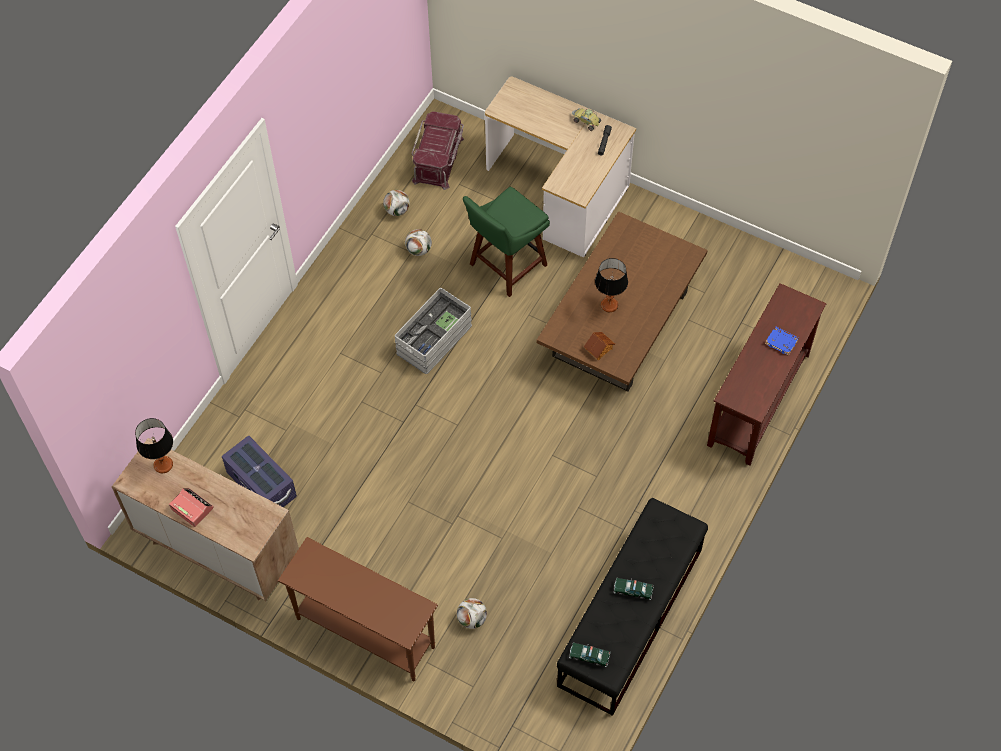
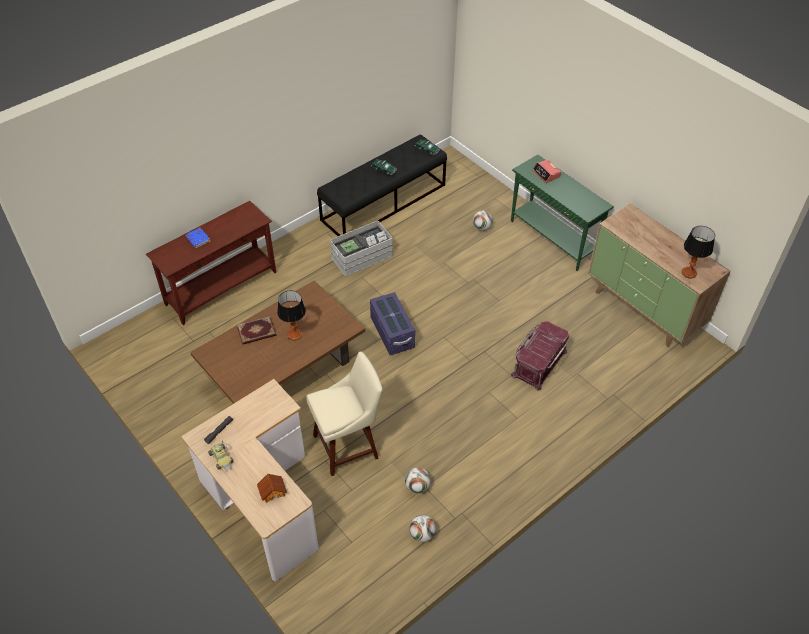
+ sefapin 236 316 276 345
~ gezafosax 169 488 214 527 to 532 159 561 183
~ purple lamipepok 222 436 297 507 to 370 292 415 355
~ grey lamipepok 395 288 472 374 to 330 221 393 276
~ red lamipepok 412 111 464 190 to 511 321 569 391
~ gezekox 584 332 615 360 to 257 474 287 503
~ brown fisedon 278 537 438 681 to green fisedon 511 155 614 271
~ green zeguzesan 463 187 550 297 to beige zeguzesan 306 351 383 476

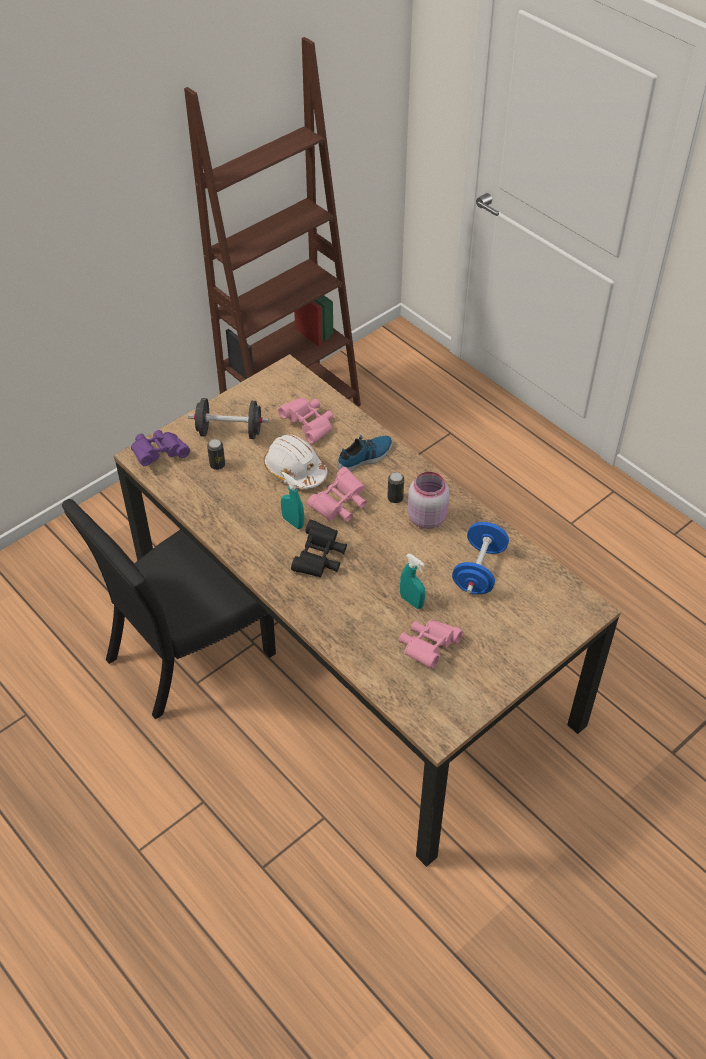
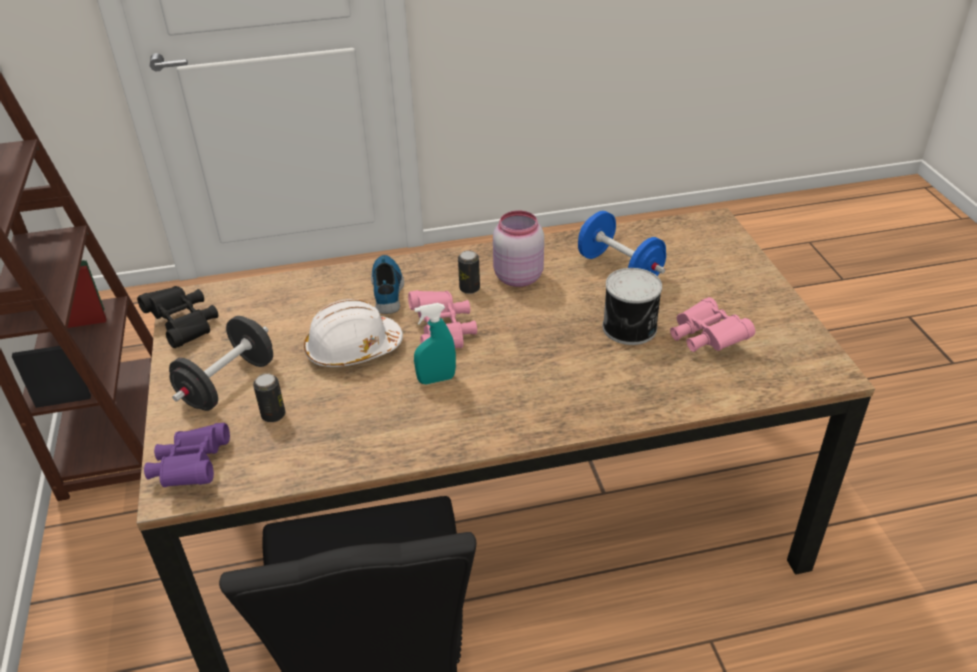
- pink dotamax 278 397 333 444
~ black dotamax 291 520 347 578 to 137 286 218 348
~ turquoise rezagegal 400 553 425 609 to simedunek 603 268 662 345

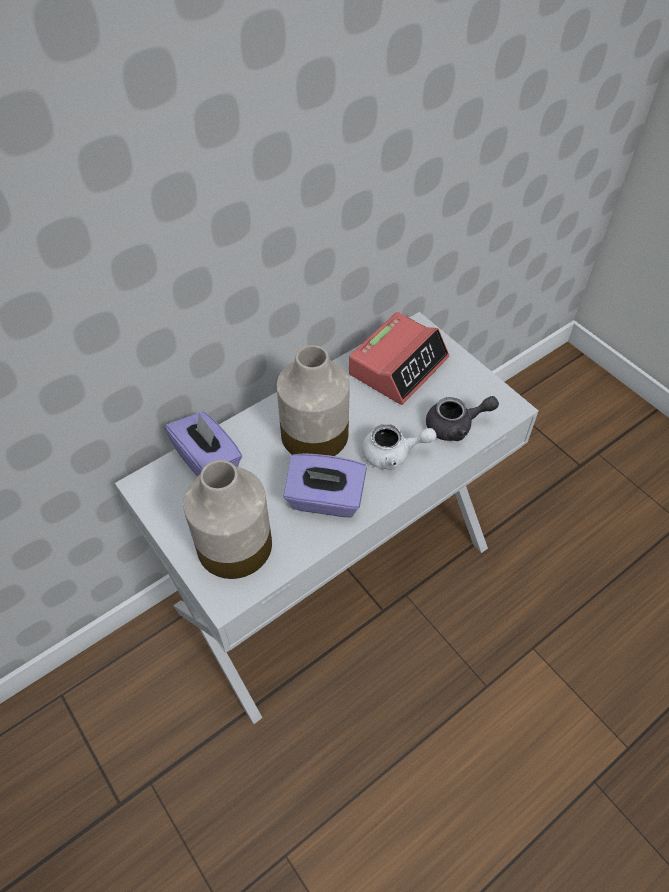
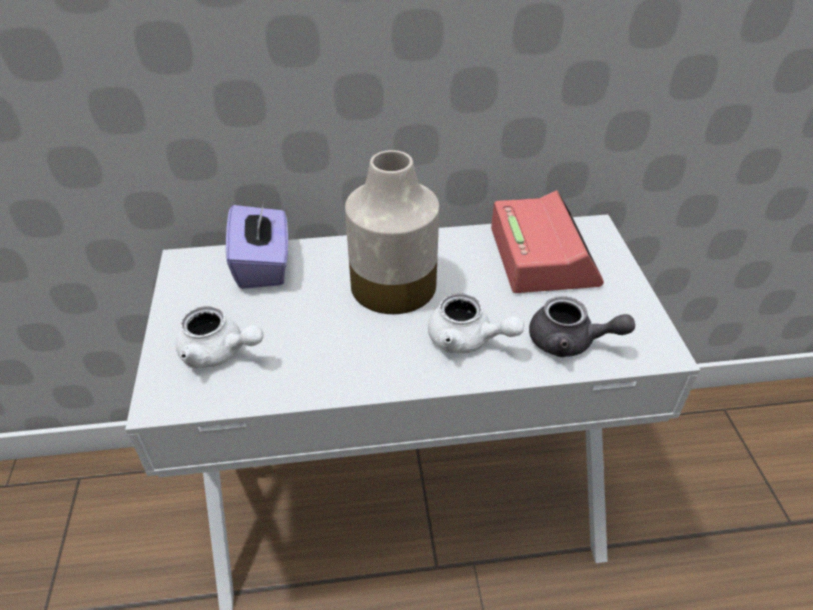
- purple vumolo 284 453 367 518
~ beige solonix 183 460 272 579 to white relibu 176 306 264 368
~ gezafosax 349 312 449 405 = 491 190 604 293 75 degrees counterclockwise

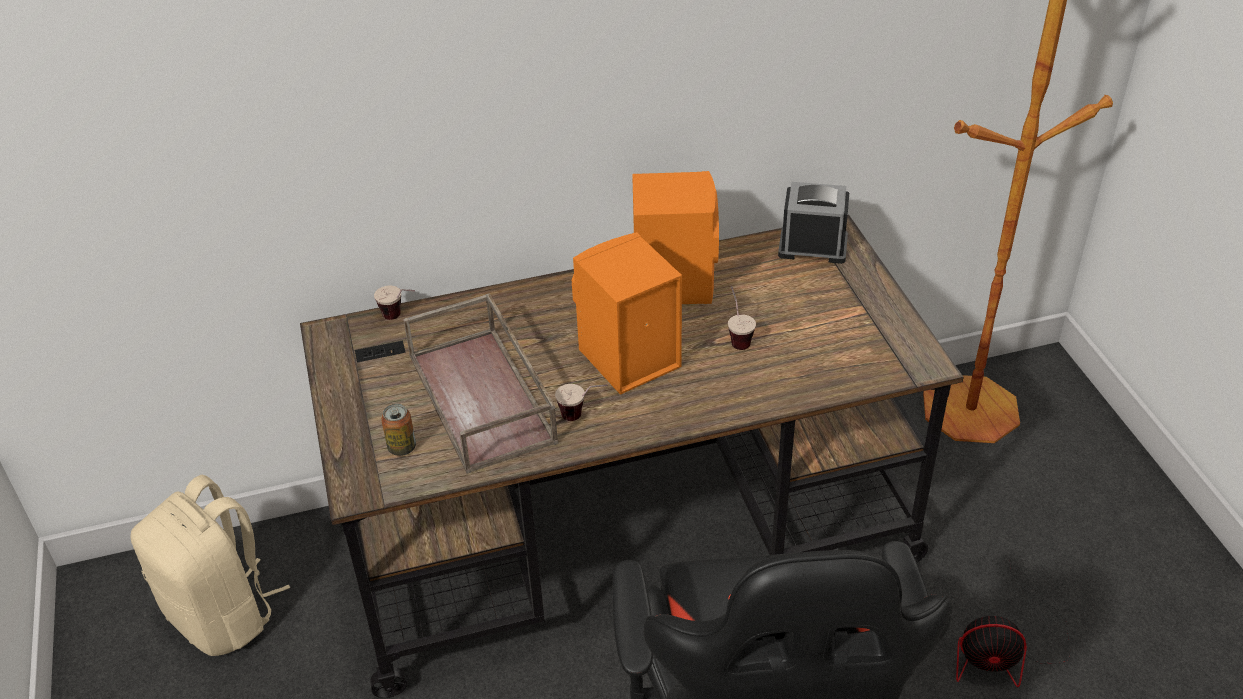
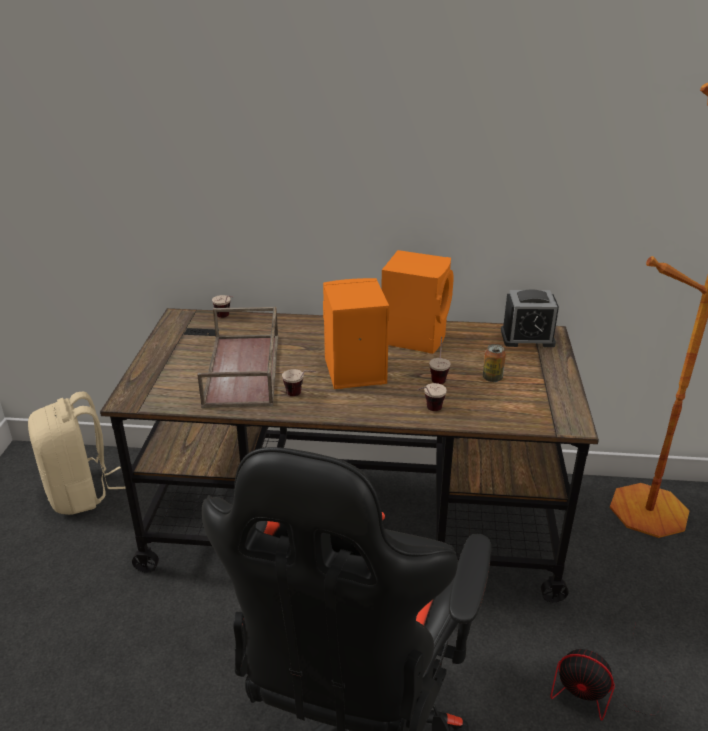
+ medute 418 383 447 411
~ simedunek 381 404 416 456 to 483 344 506 382
~ gezafosax 778 182 849 264 = 501 289 559 347 150 degrees clockwise

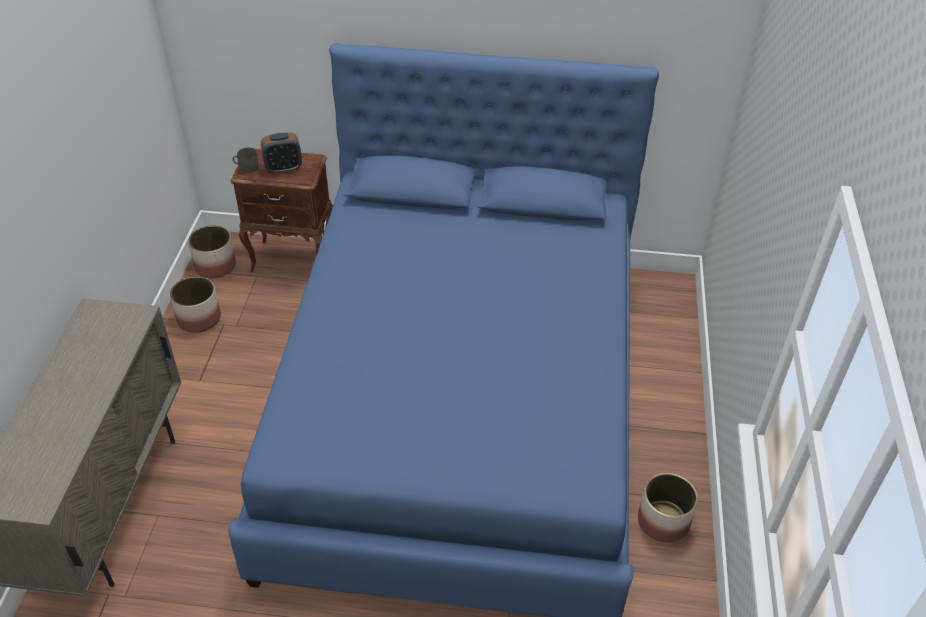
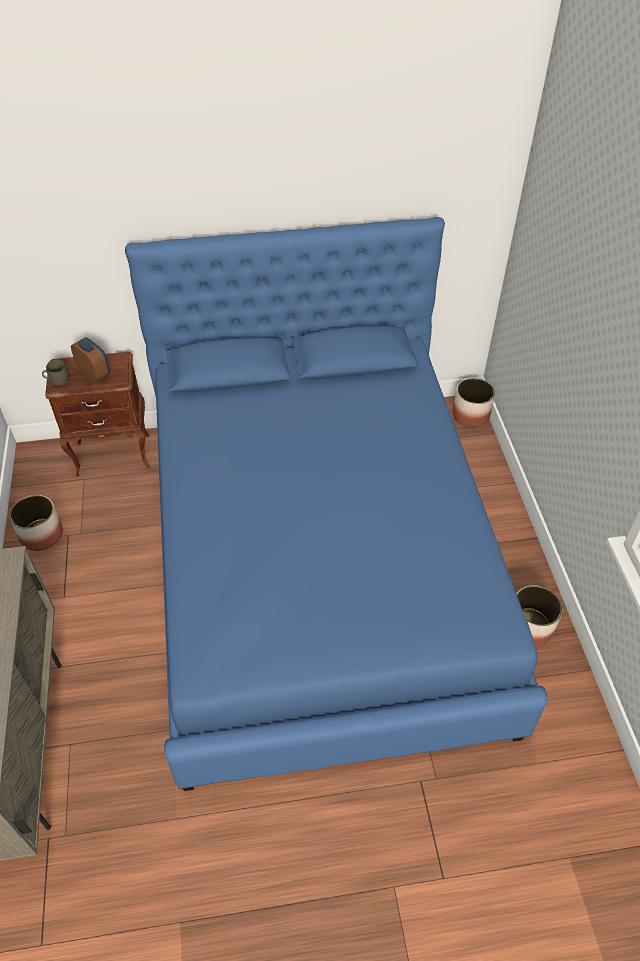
~ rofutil 188 225 236 278 to 452 378 495 427
~ gezafosax 261 133 302 174 = 71 337 110 382 105 degrees counterclockwise

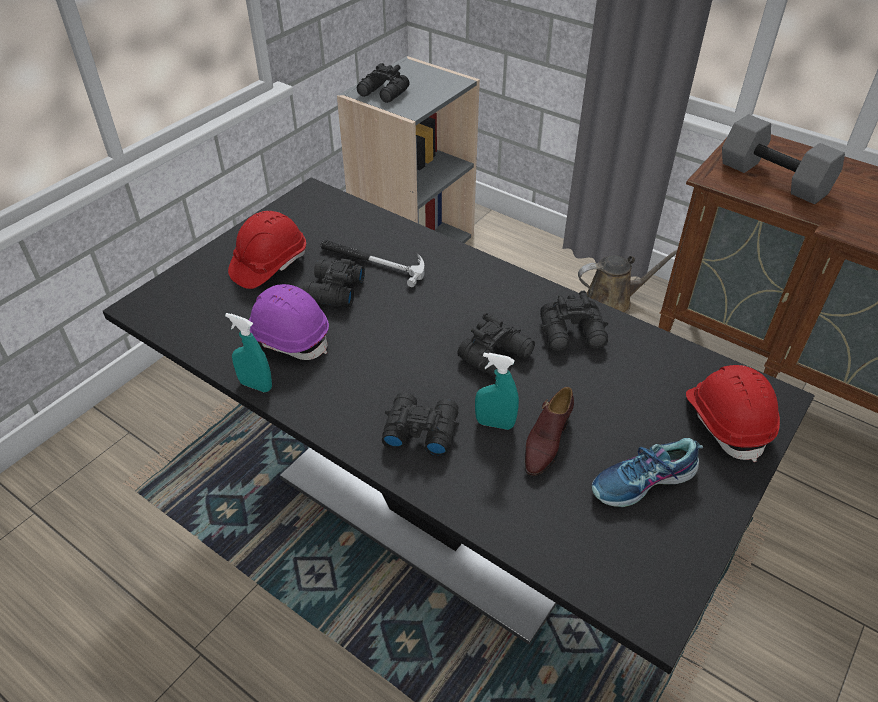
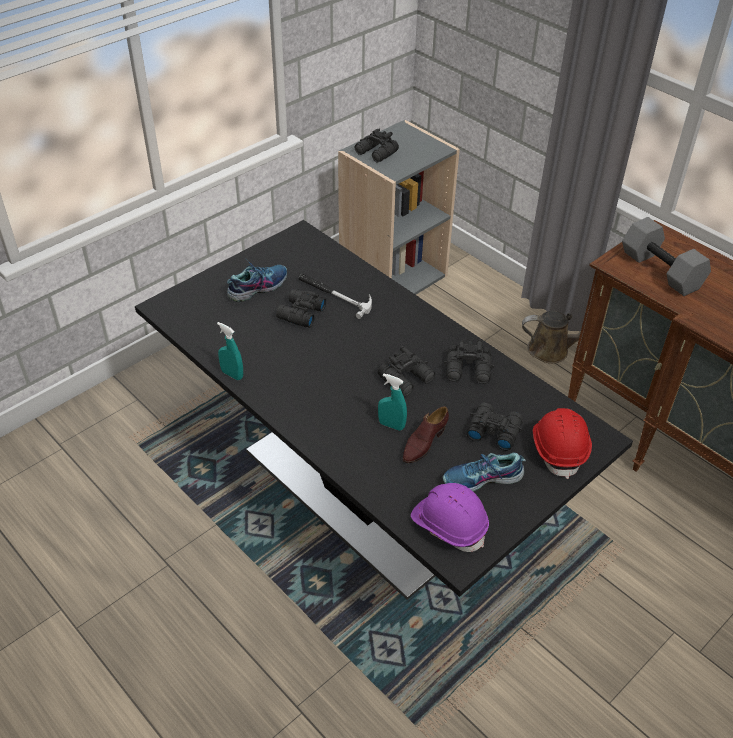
~ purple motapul 249 284 329 360 to 411 483 489 552
~ black dotamax 382 392 459 457 to 467 403 523 451
~ red motapul 228 211 306 289 to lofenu 227 259 287 302

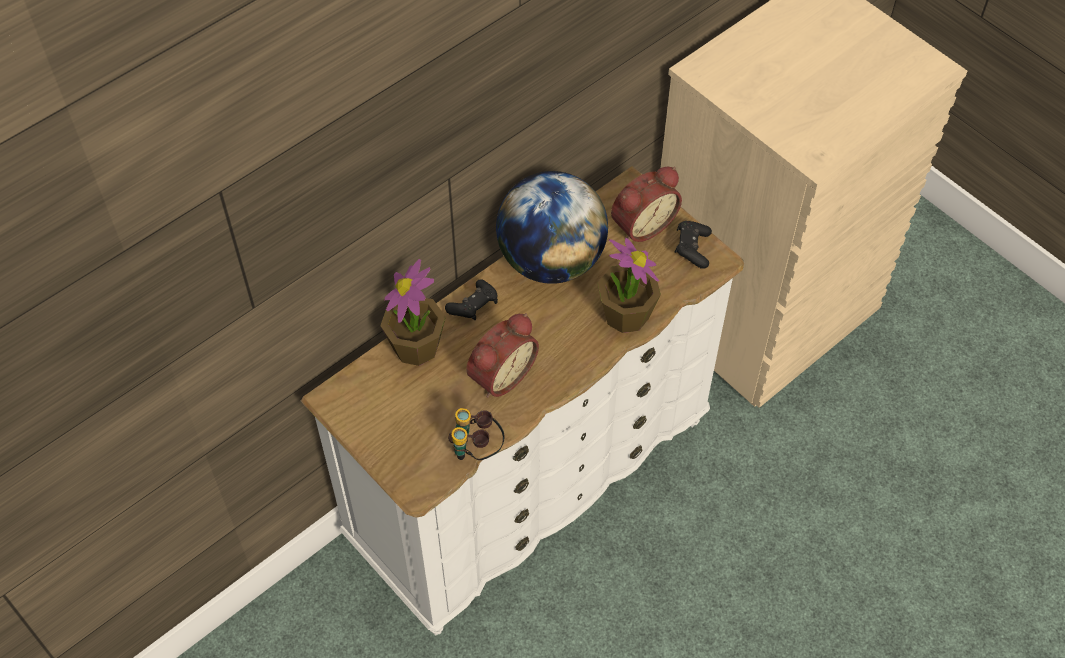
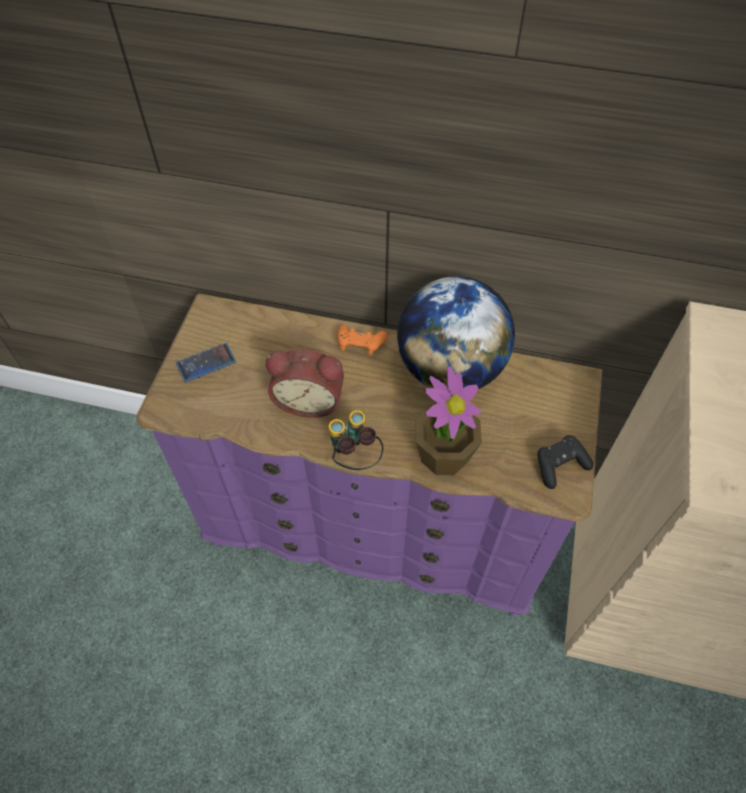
- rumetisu 380 259 446 366
- gezafosax 611 167 682 242
+ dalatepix 176 343 236 382
~ dotamax 448 408 504 460 to 329 410 384 470
~ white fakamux 301 166 744 635 to purple fakamux 136 293 602 616
~ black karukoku 445 279 498 320 to orange karukoku 338 325 387 355

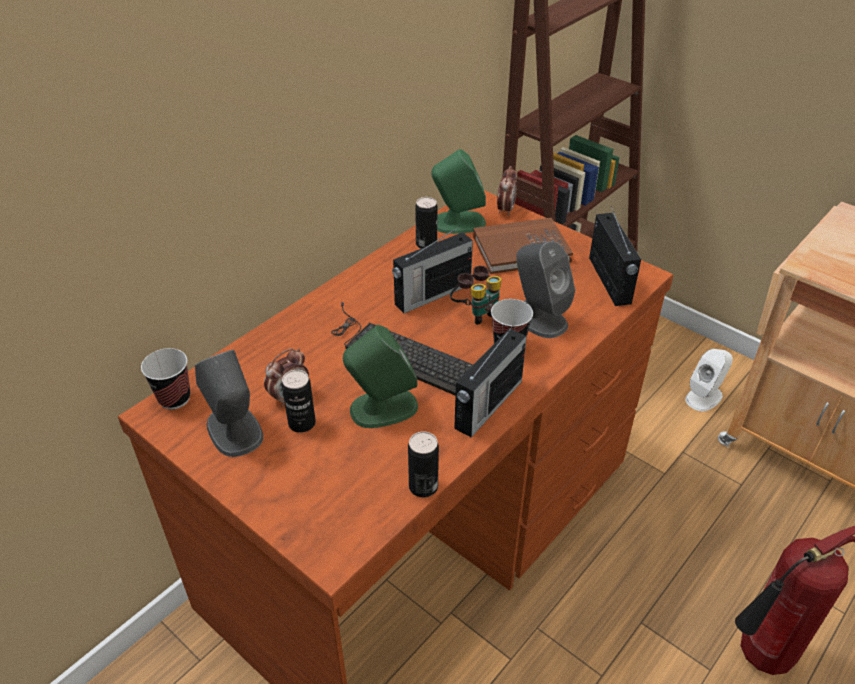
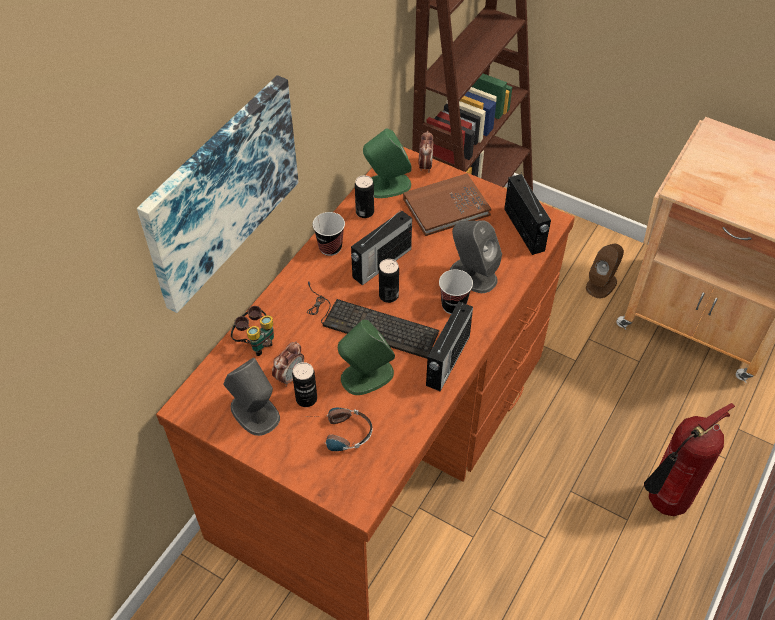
+ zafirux 137 75 298 313
+ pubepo 305 408 373 451
~ medute 141 348 190 409 to 313 212 345 256
~ simedunek 408 431 439 497 to 379 259 399 303
~ dotamax 450 266 502 325 to 231 306 274 356
~ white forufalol 685 349 733 412 to brown forufalol 586 244 624 298

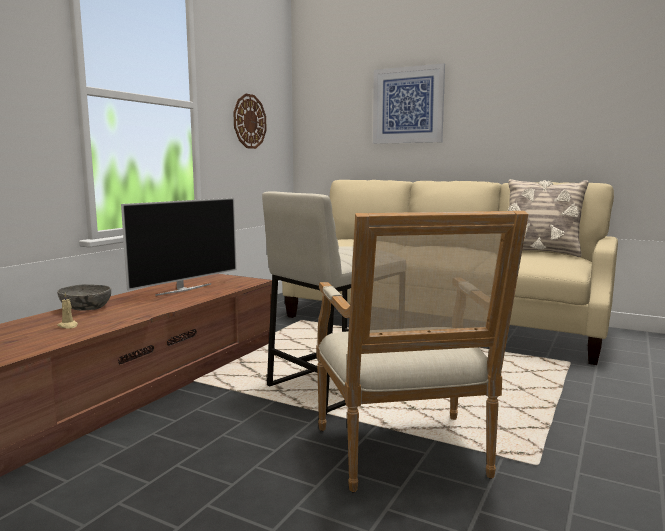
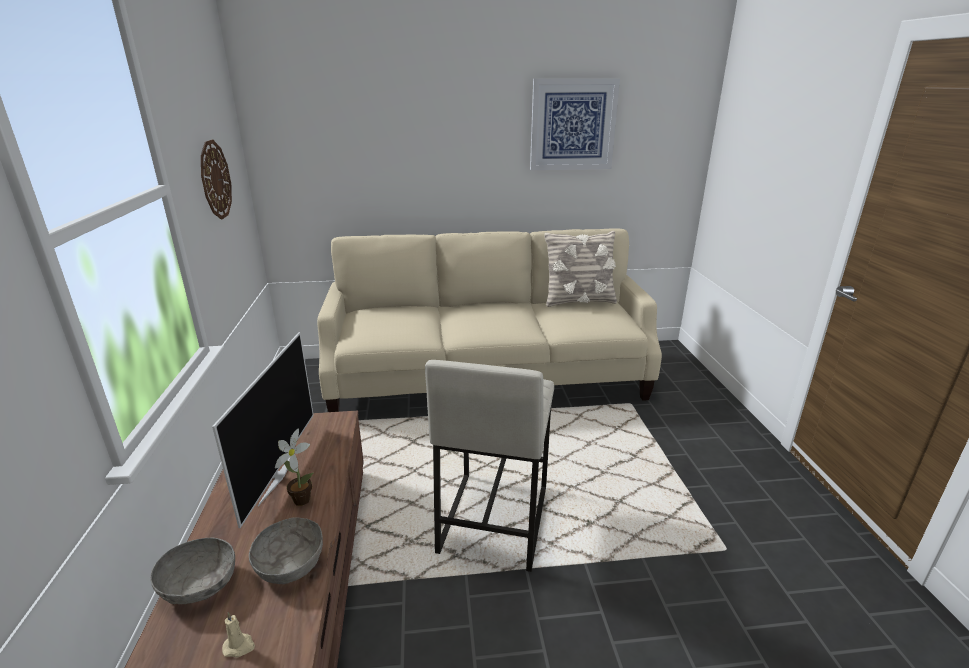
- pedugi 317 211 528 492
+ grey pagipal 249 517 323 584
+ rumetisu 275 428 313 506
~ zafirux 373 63 445 144 to 530 79 620 170

